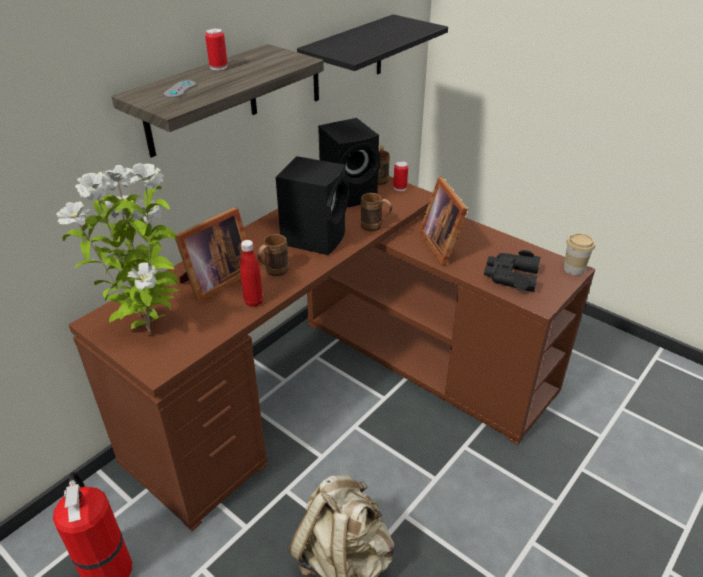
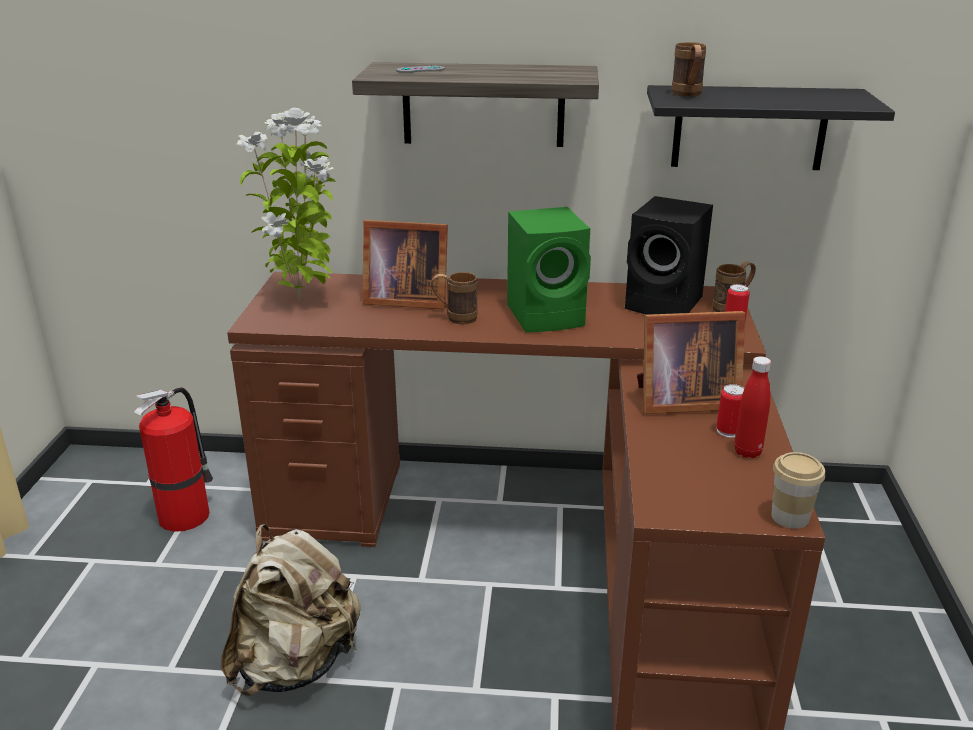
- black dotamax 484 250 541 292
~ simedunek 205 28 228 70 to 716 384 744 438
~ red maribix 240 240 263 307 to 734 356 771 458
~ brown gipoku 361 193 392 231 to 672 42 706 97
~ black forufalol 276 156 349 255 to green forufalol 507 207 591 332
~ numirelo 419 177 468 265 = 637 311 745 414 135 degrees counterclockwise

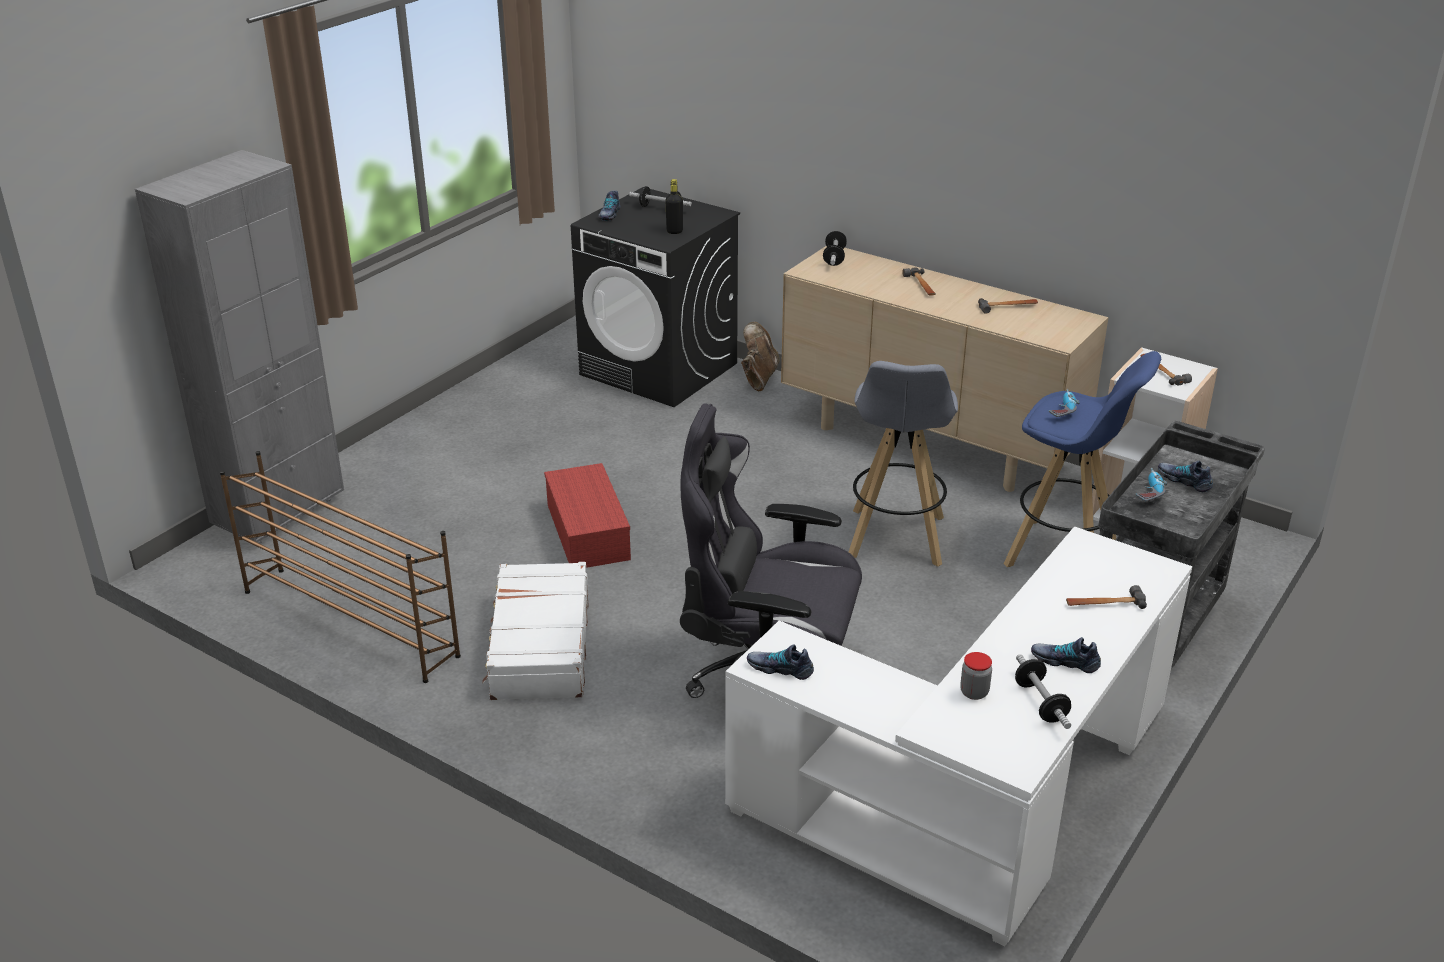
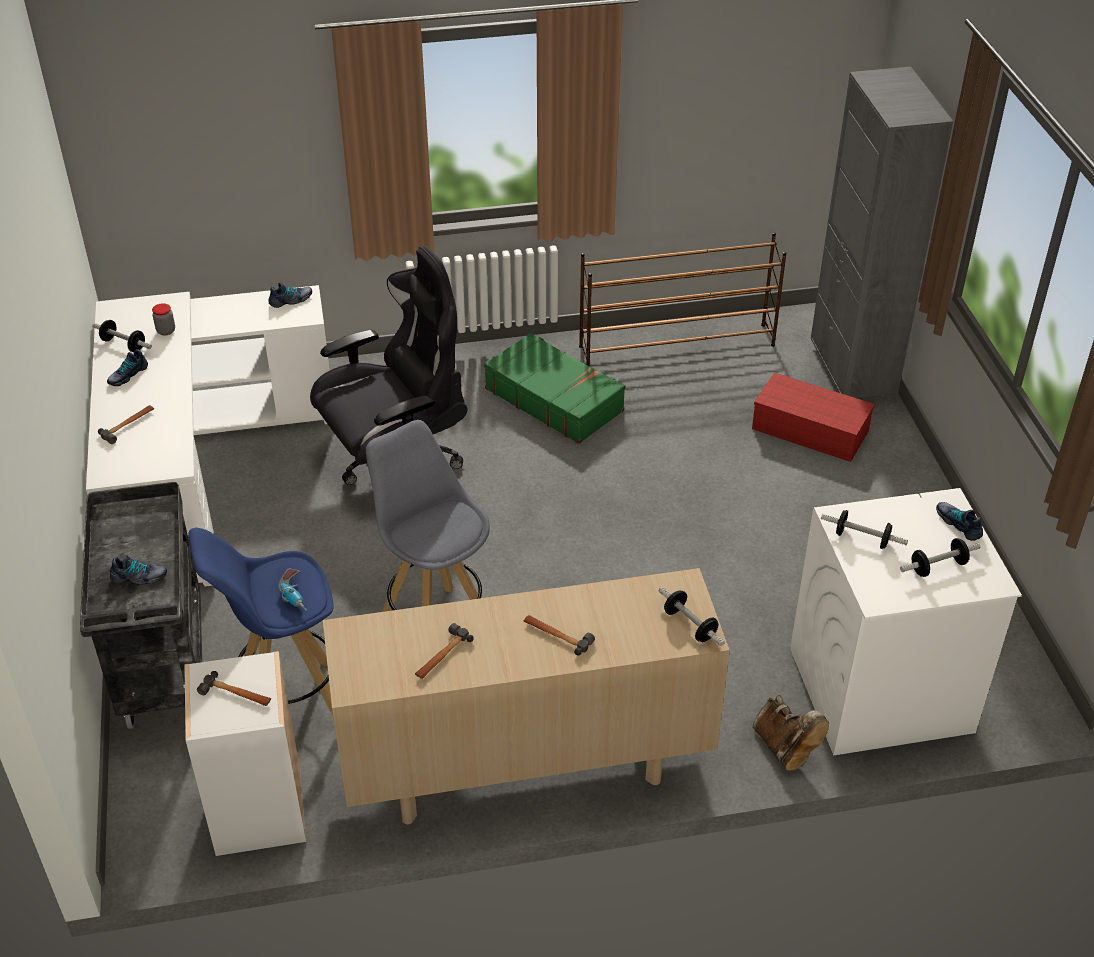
- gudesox 1135 468 1167 502
~ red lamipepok 544 463 631 568 to 752 372 875 462
~ black maribix 665 179 683 234 to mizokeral 821 510 908 549
~ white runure 482 562 589 700 to green runure 484 333 625 444
~ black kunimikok 571 187 740 407 to white kunimikok 790 488 1022 756
~ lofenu 1031 637 1101 673 = 107 349 148 386 150 degrees clockwise

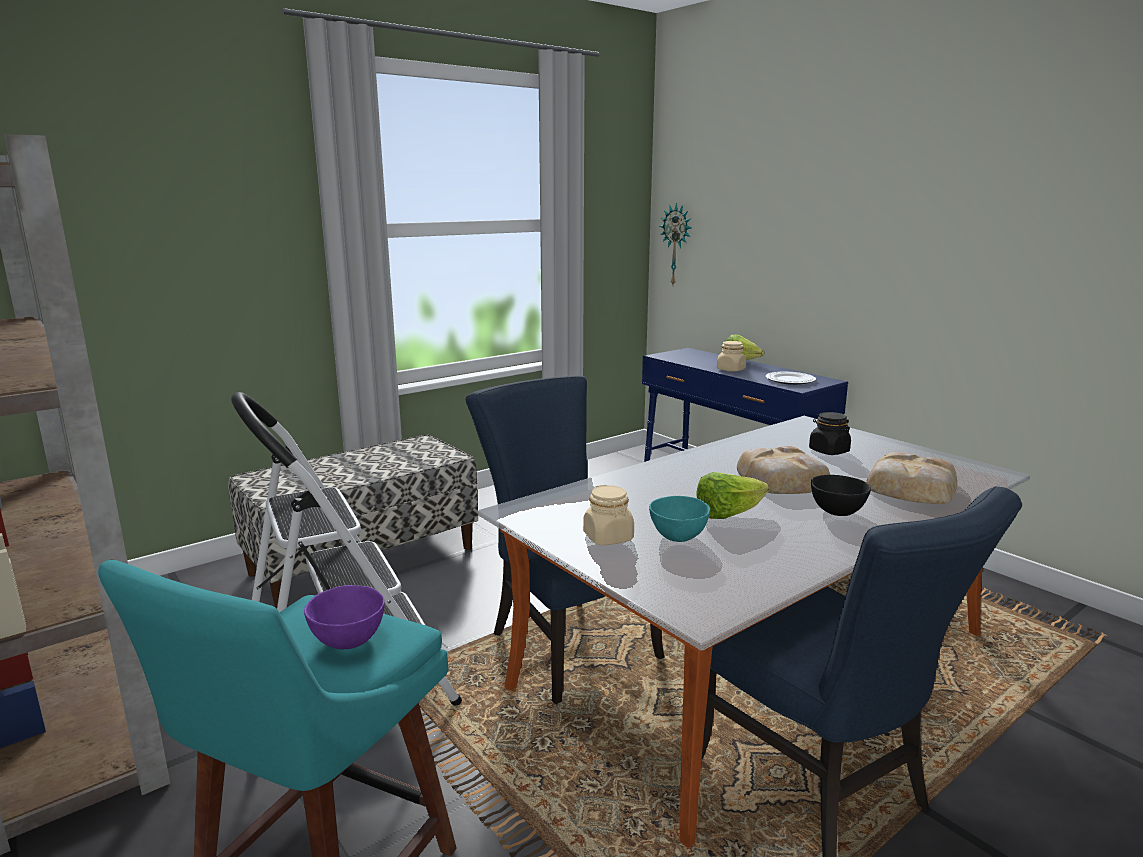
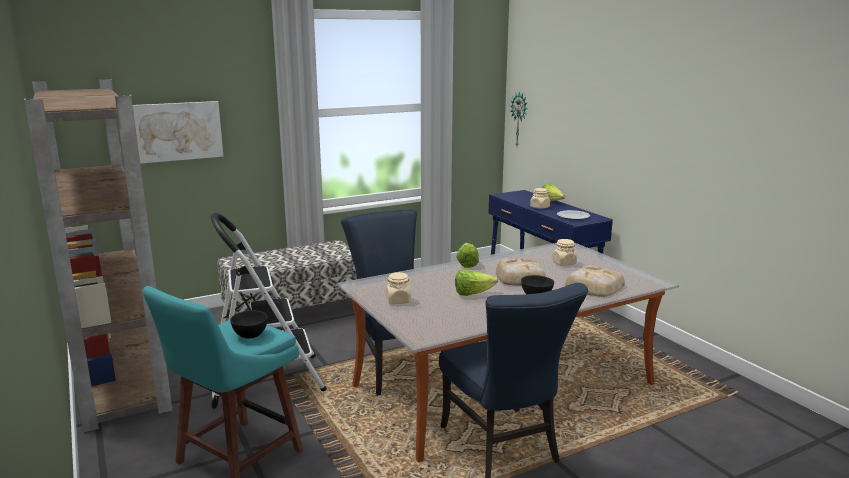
- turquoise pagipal 649 496 710 542
+ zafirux 133 101 224 164
+ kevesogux 456 243 479 268
~ purple pagipal 304 585 385 649 to black pagipal 230 310 268 339
~ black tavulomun 809 412 851 455 to beige tavulomun 552 239 577 266

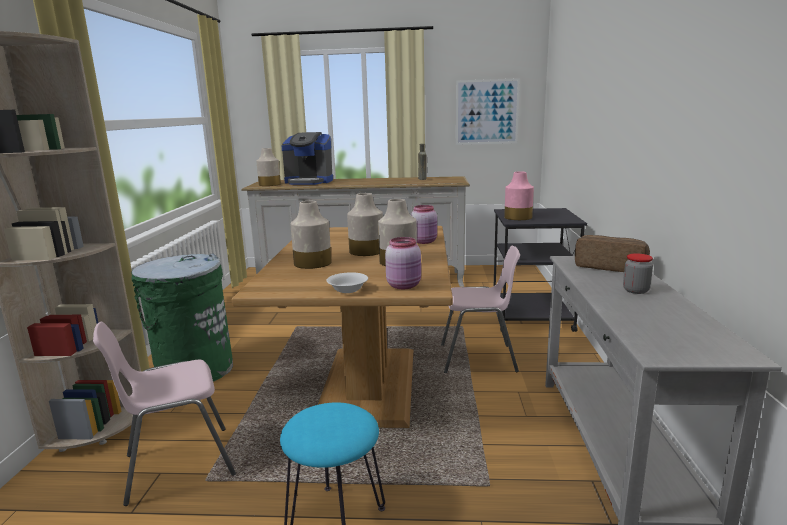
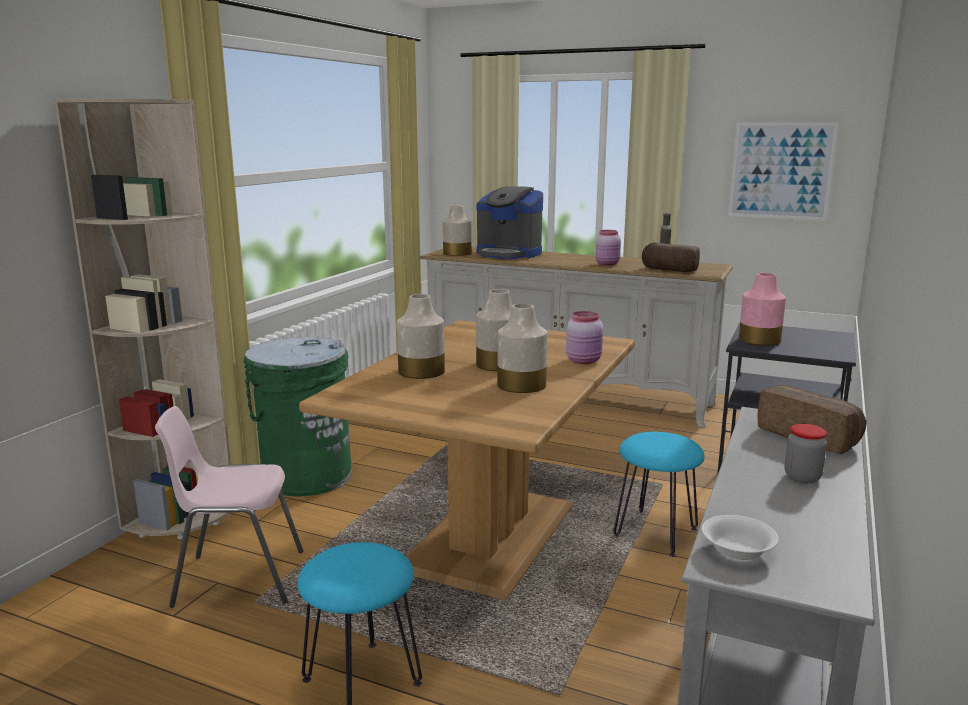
+ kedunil 642 243 700 272
~ white pagipal 326 272 368 293 to 702 515 779 560
~ pink tavulomun 385 237 421 289 to 595 230 621 265
~ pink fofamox 441 246 520 373 to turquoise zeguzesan 613 432 705 557

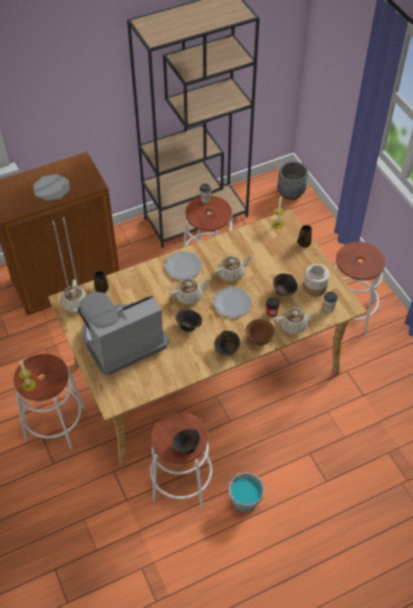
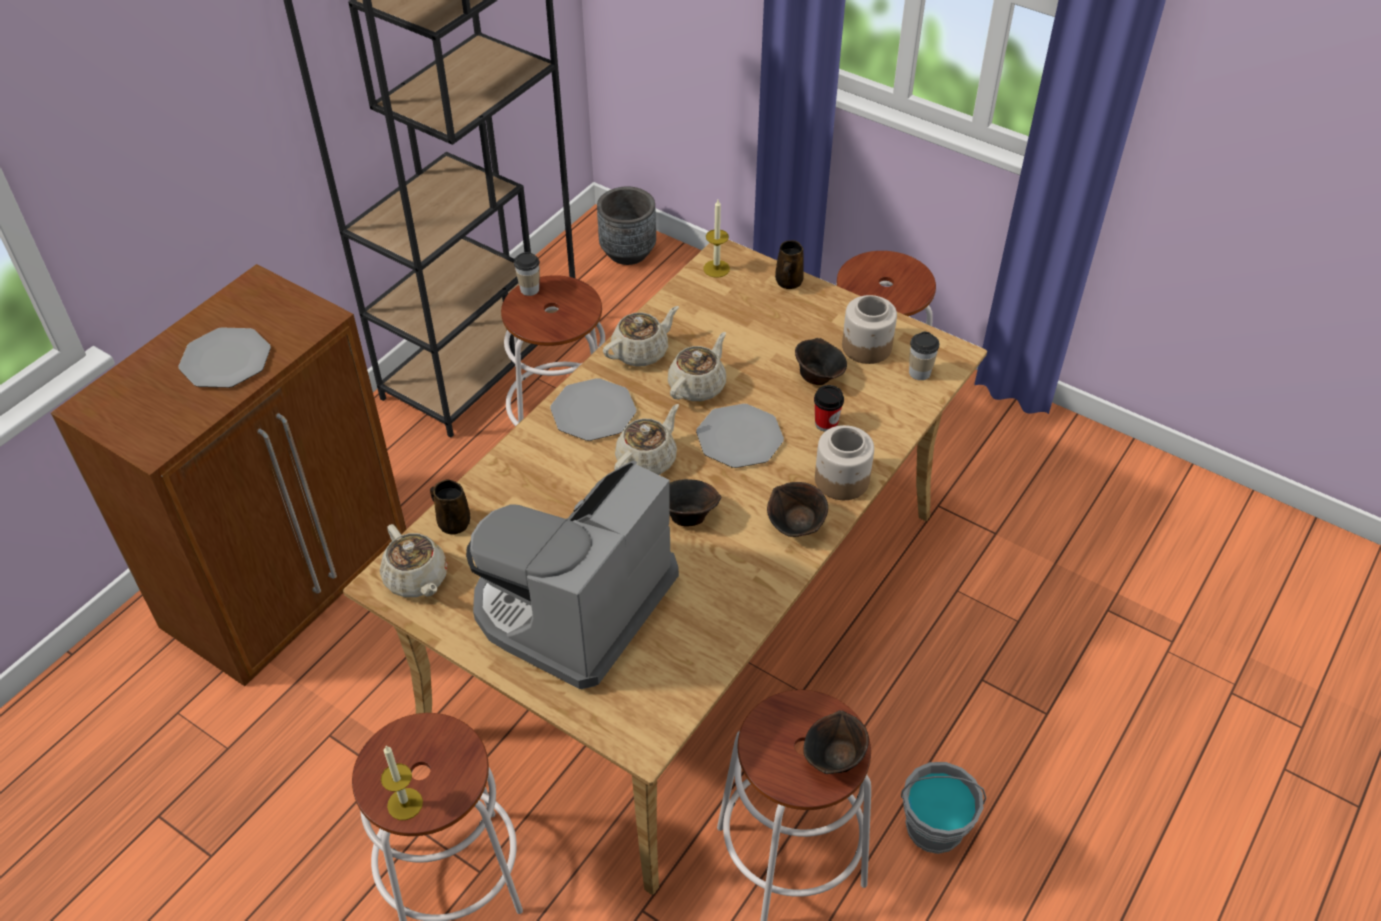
~ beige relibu 274 307 319 334 to 603 306 679 367
~ brown pagipal 245 319 275 346 to tavulomun 815 425 874 500

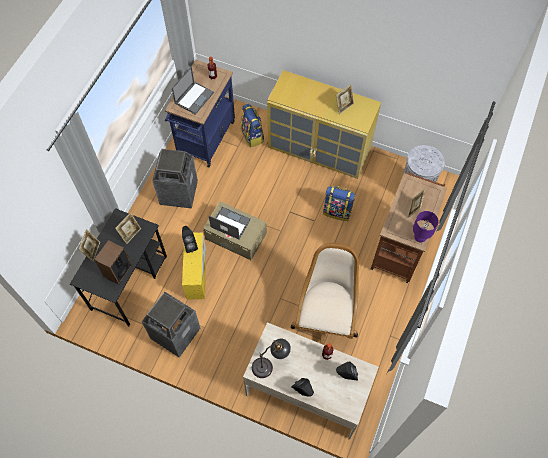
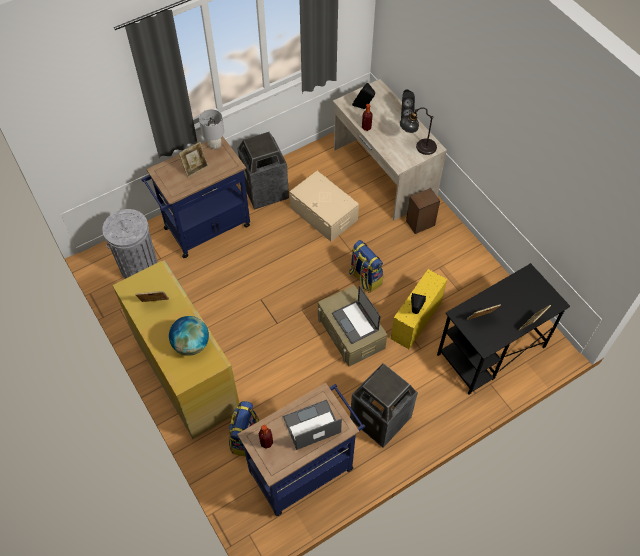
+ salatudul 169 316 209 356
~ forufalol 94 240 132 285 to 406 188 440 234
~ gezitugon 142 292 201 357 to 237 132 289 209
~ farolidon 323 186 355 221 to 349 240 383 293
~ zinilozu 291 243 359 345 to beige lamipepok 290 171 359 242
~ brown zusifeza 371 172 447 283 to blue zusifeza 141 136 250 258
~ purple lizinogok 413 211 439 242 to grey lizinogok 199 109 224 149

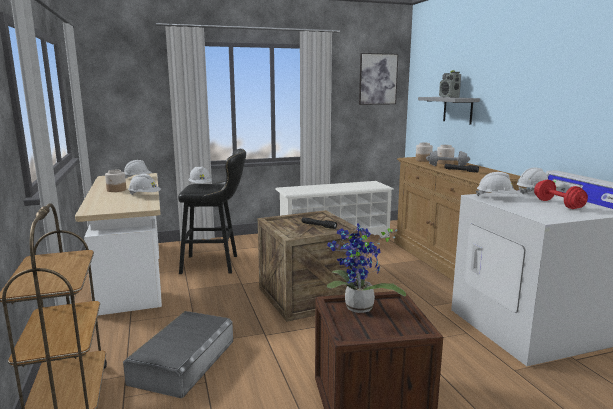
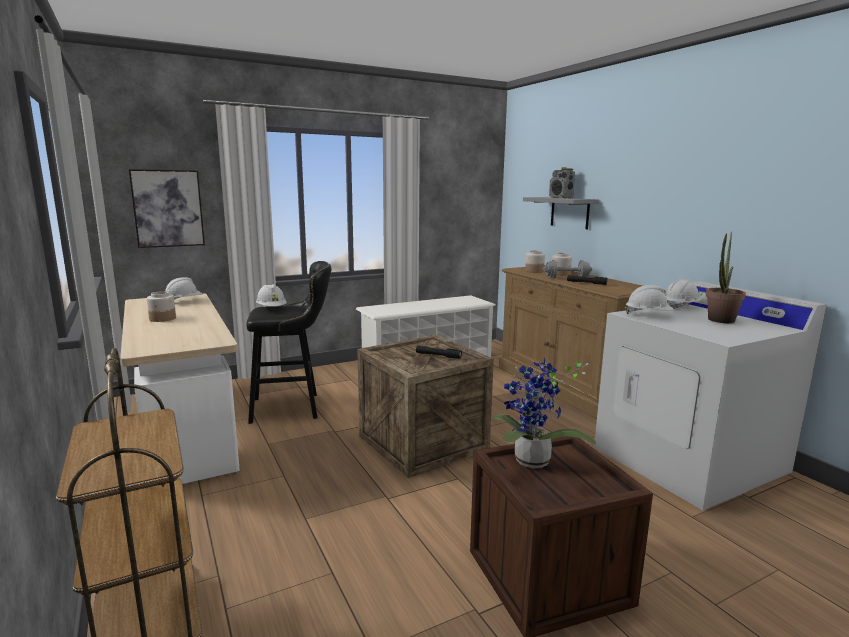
- grey lamipepok 123 311 233 398
- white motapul 128 174 161 195
~ zafirux 359 53 398 105 to 129 169 205 248
~ red mizokeral 534 179 588 209 to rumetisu 706 232 746 323

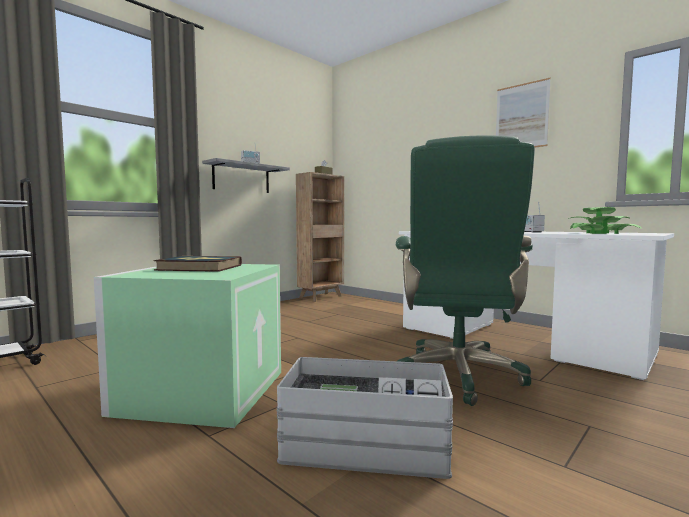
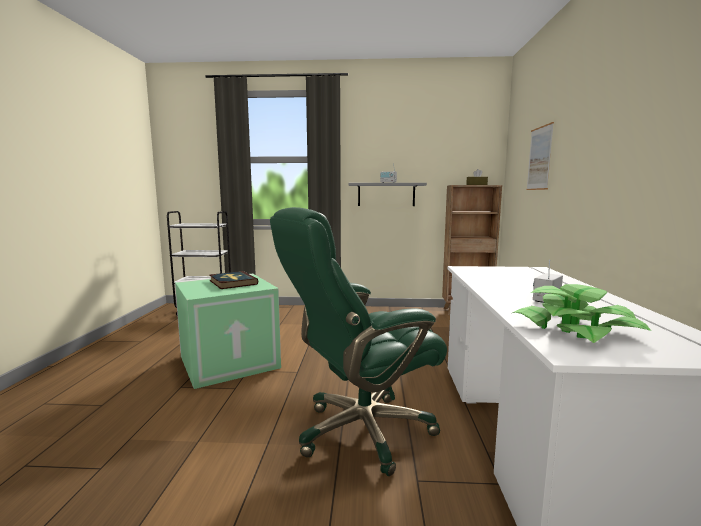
- grey lamipepok 277 357 453 479
~ zafirux 496 78 551 147 to 526 122 554 190

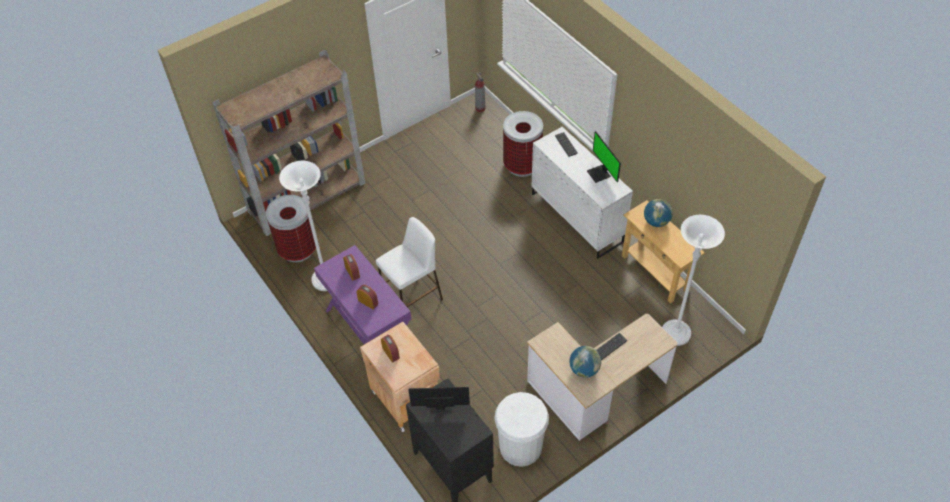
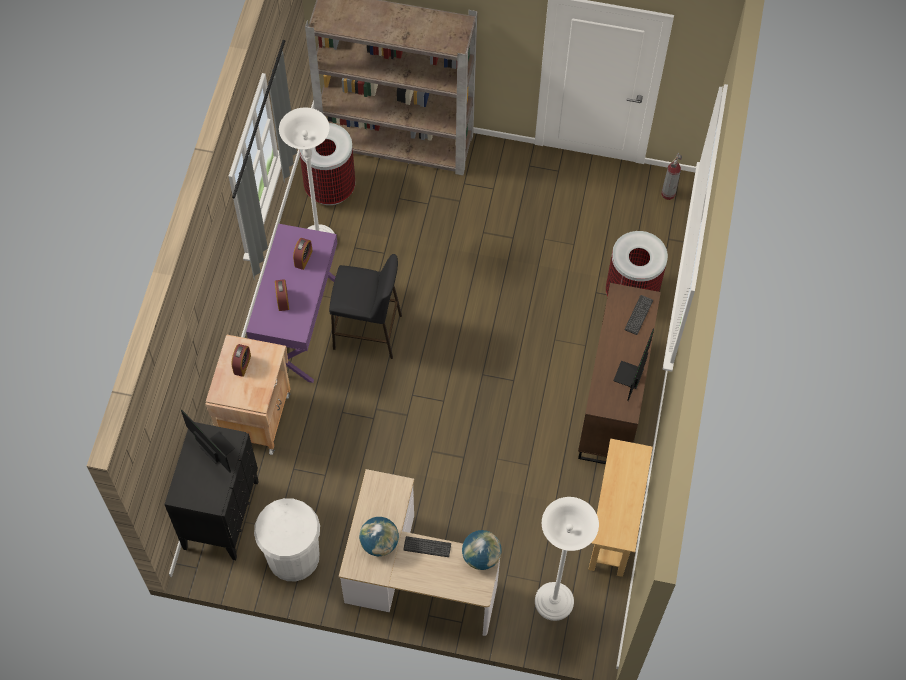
~ salatudul 644 199 673 227 to 462 530 502 570
~ white zeguzesan 376 217 443 307 to black zeguzesan 329 254 402 359
~ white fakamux 531 127 633 259 to brown fakamux 578 283 661 464

